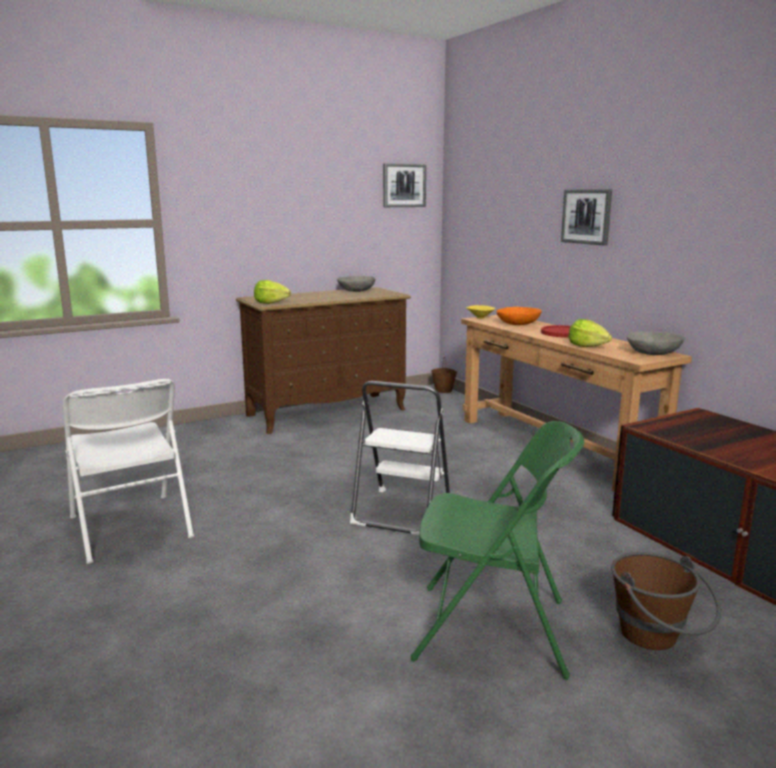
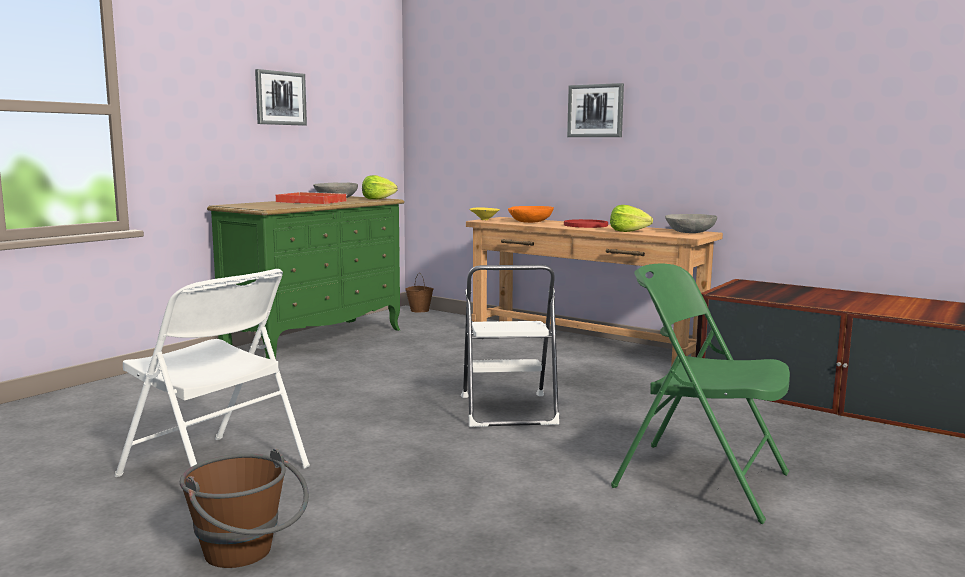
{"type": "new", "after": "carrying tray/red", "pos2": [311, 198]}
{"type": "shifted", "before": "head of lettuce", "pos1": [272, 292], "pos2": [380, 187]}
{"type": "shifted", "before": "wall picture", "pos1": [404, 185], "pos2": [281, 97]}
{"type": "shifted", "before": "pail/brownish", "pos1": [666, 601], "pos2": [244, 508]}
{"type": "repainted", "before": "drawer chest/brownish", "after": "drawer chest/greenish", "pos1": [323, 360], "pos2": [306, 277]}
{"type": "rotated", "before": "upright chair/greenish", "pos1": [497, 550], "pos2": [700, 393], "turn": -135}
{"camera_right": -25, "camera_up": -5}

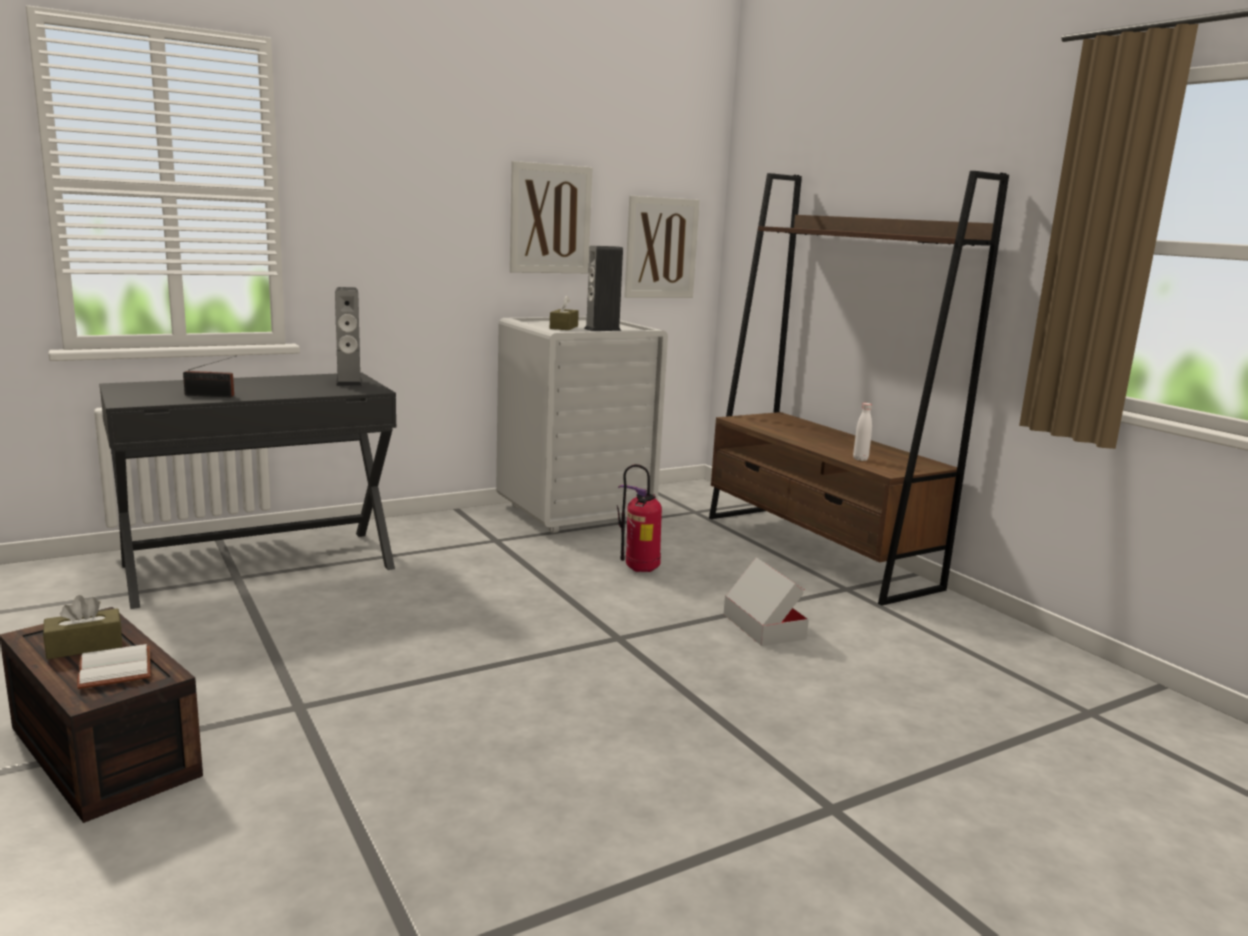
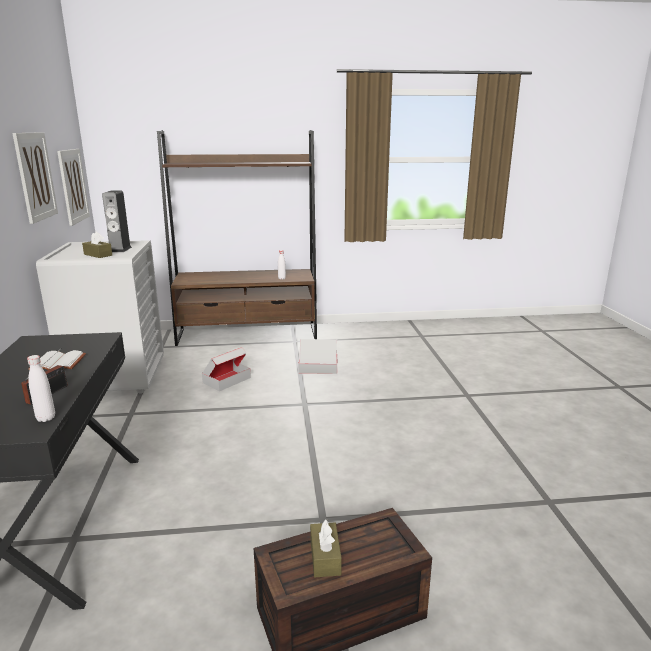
{"type": "gone", "before": "speaker", "pos1": [348, 336]}
{"type": "new", "after": "drink bottle/whitish", "pos2": [41, 388]}
{"type": "shifted", "before": "book/whitish", "pos1": [114, 666], "pos2": [57, 360]}
{"type": "swapped", "before": "extinguisher", "after": "packing box", "pos1": [639, 518], "pos2": [226, 369]}
{"camera_right": -65, "camera_up": 5}

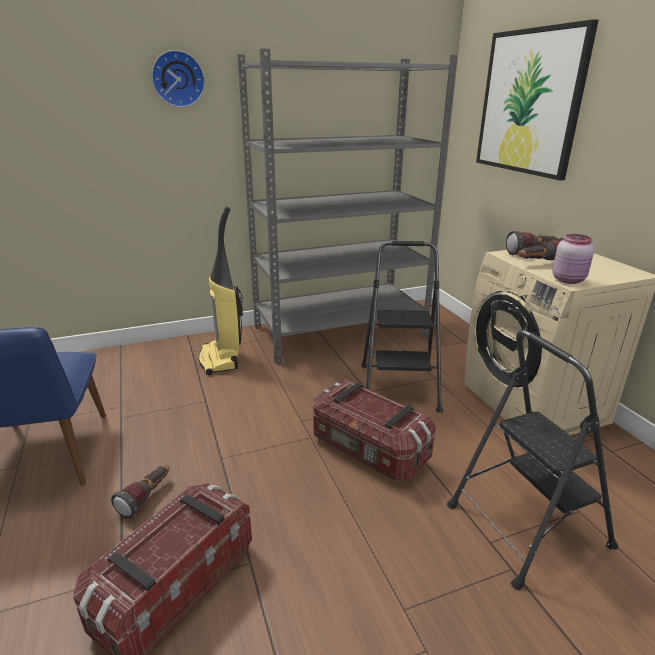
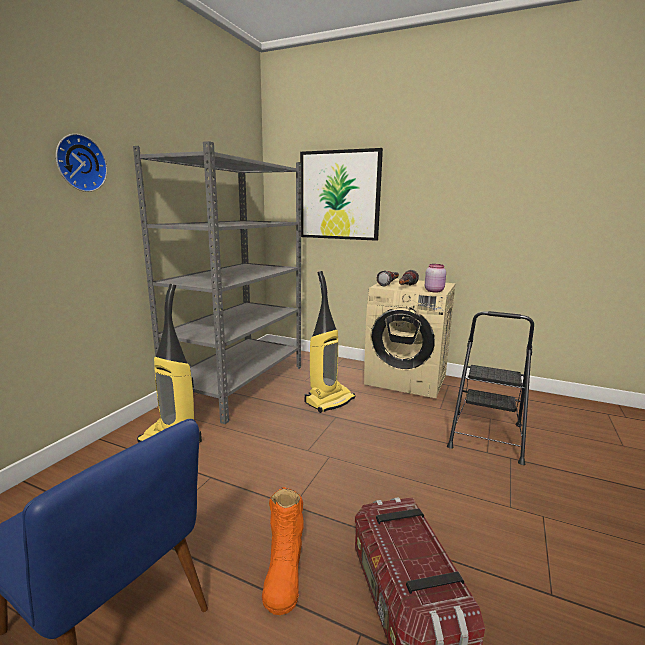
{"type": "gone", "before": "storage box", "pos1": [374, 430]}
{"type": "swapped", "before": "flashlight", "after": "high-top boot/orange-coloured", "pos1": [140, 492], "pos2": [283, 551]}
{"type": "swapped", "before": "stepladder/blackish", "after": "hoover", "pos1": [402, 327], "pos2": [330, 342]}
{"camera_right": -45, "camera_up": -10}

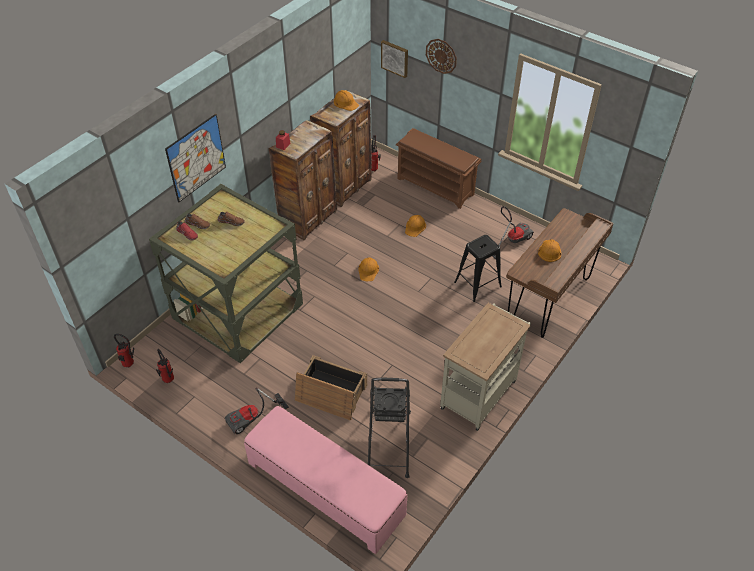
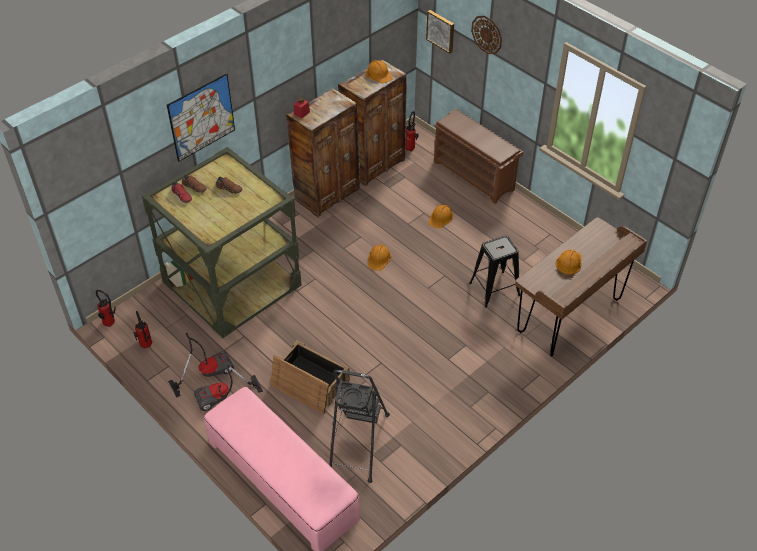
{"type": "gone", "before": "wheeled cart/sand-coloured", "pos1": [485, 367]}
{"type": "shifted", "before": "hoover", "pos1": [513, 232], "pos2": [201, 365]}
{"camera_right": 10, "camera_up": 0}

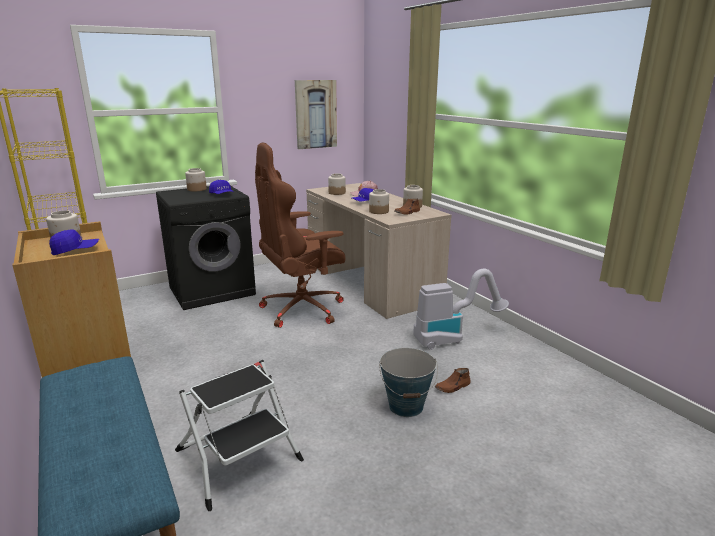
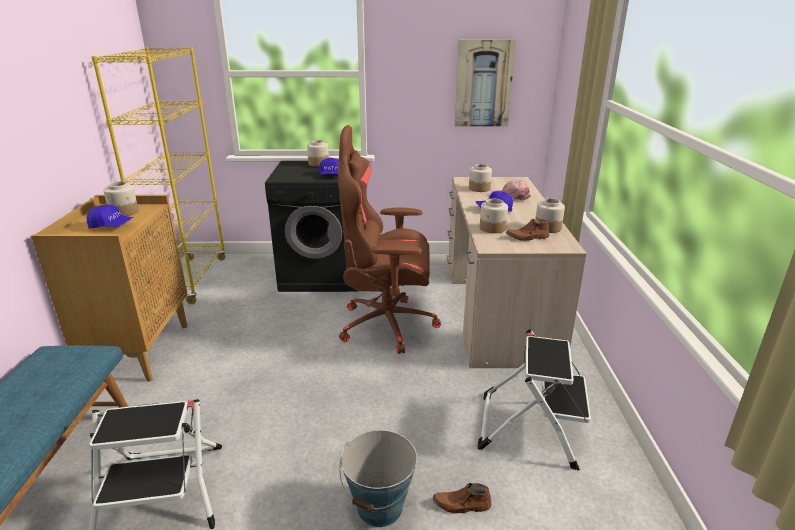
{"type": "swapped", "before": "hoover", "after": "stepladder", "pos1": [461, 309], "pos2": [534, 399]}
{"camera_right": 30, "camera_up": 5}

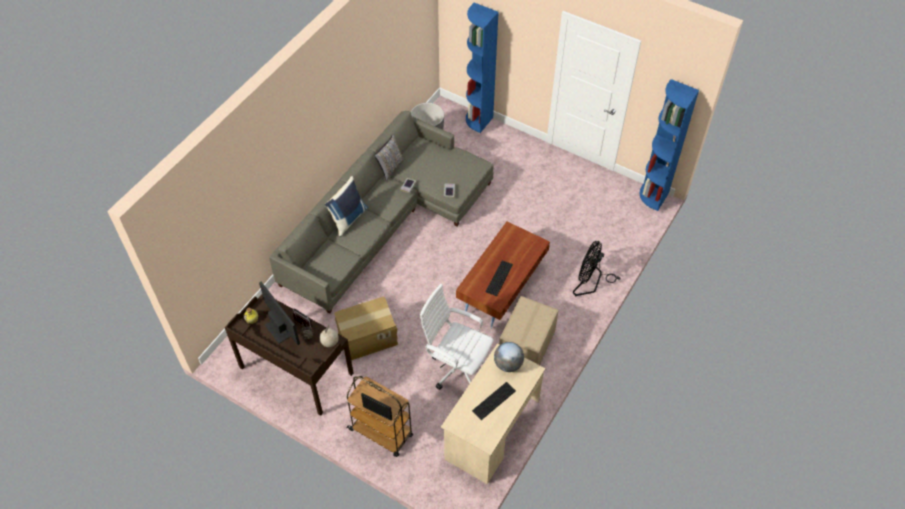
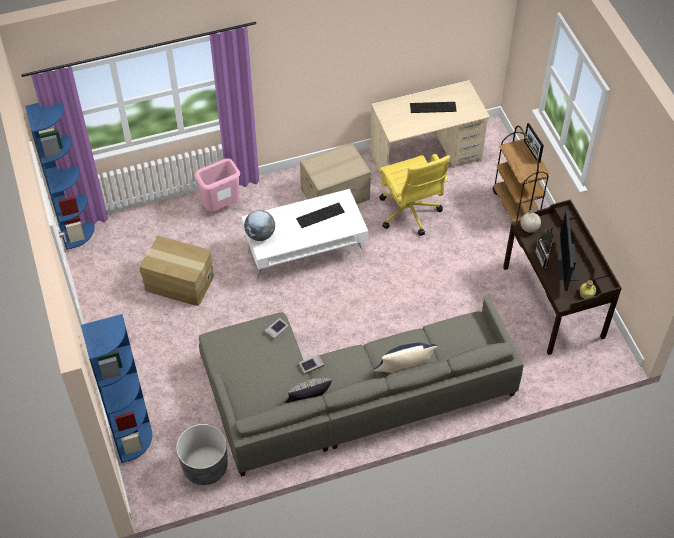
{"type": "shifted", "before": "packing box", "pos1": [366, 328], "pos2": [177, 271]}
{"type": "shifted", "before": "desk globe", "pos1": [509, 357], "pos2": [259, 225]}
{"type": "swapped", "before": "electric fan/blackish", "after": "trash can/pink-coloured", "pos1": [597, 269], "pos2": [217, 185]}
{"type": "repainted", "before": "computer chair/whitish", "after": "computer chair/yellow-coloured", "pos1": [457, 337], "pos2": [414, 195]}
{"type": "repainted", "before": "low table/brownish", "after": "low table/whitish", "pos1": [503, 275], "pos2": [304, 233]}
{"camera_right": -140, "camera_up": 0}

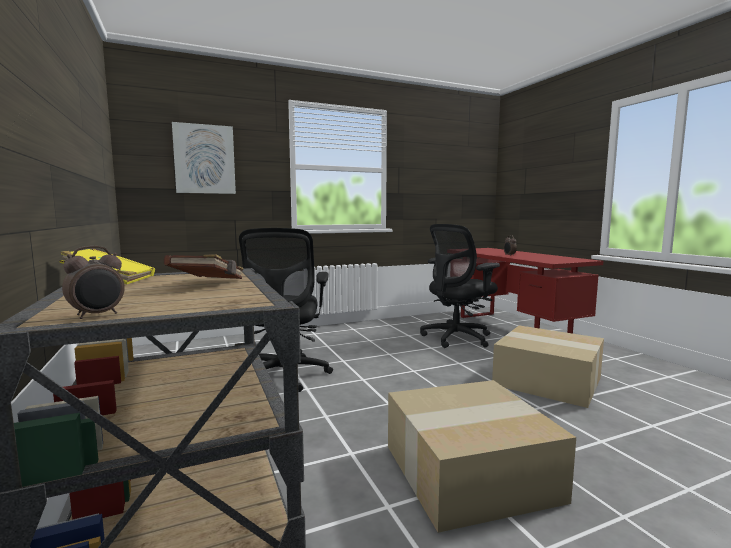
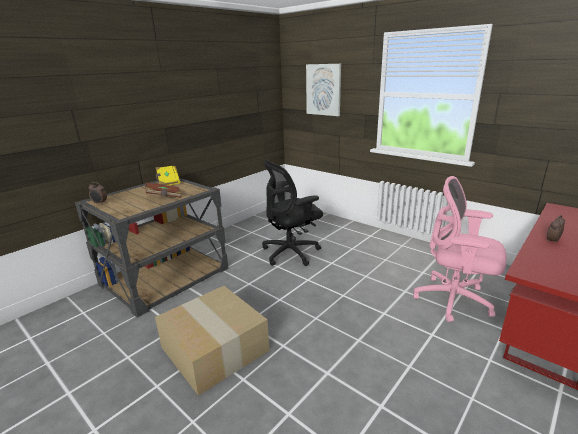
{"type": "gone", "before": "packing box", "pos1": [548, 366]}
{"type": "repainted", "before": "computer chair/blackish", "after": "computer chair/pink-coloured", "pos1": [460, 286], "pos2": [459, 249]}
{"camera_right": 65, "camera_up": 15}

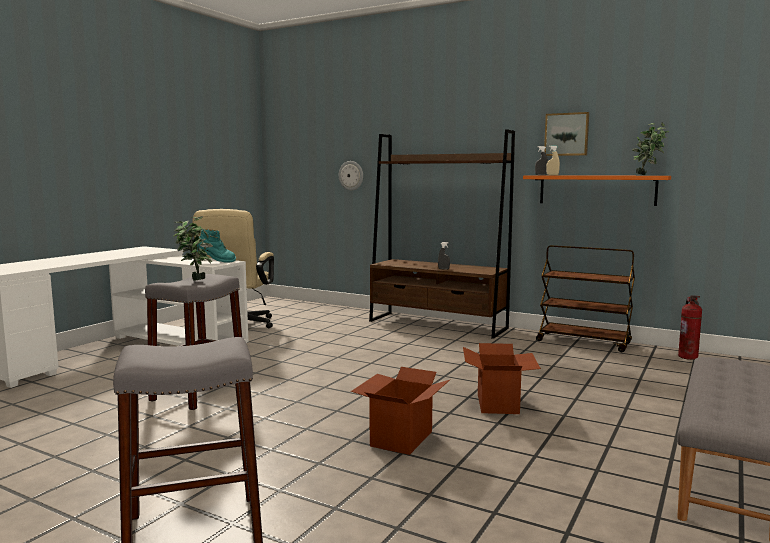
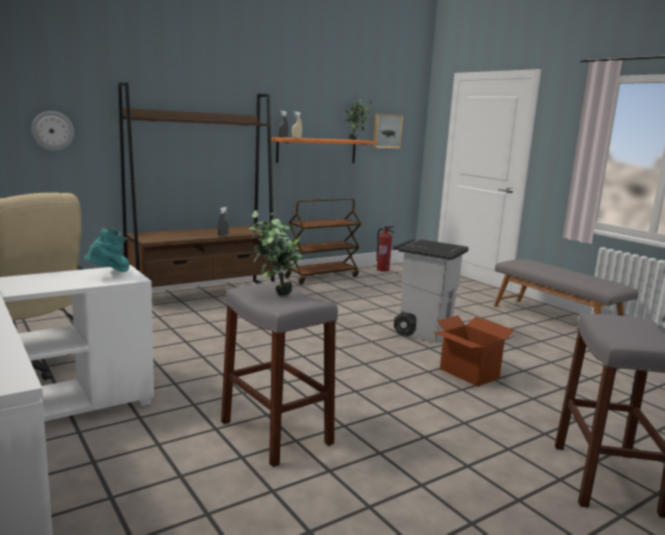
{"type": "shifted", "before": "wall picture", "pos1": [566, 134], "pos2": [388, 131]}
{"type": "swapped", "before": "packing box", "after": "trash can/greyish", "pos1": [502, 378], "pos2": [431, 291]}
{"camera_right": -65, "camera_up": 5}

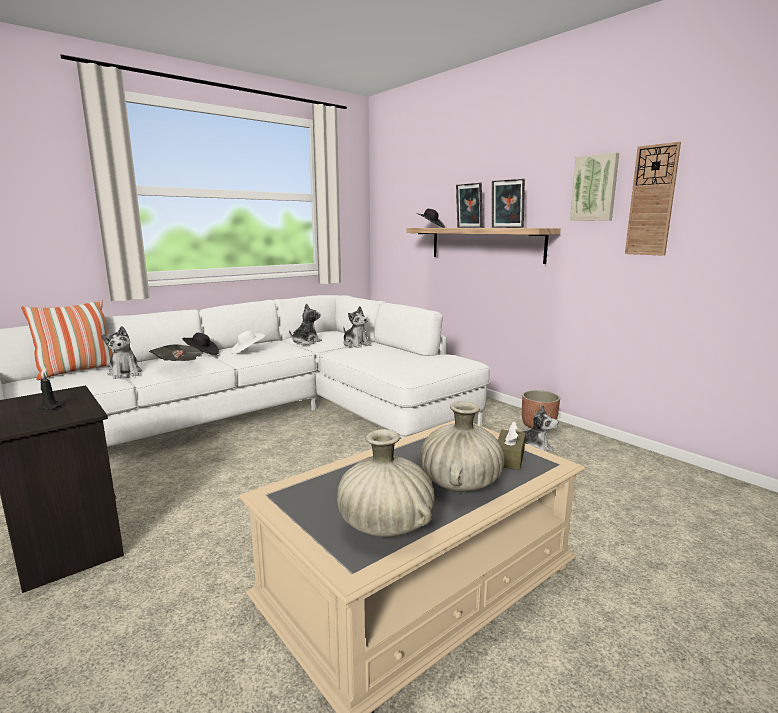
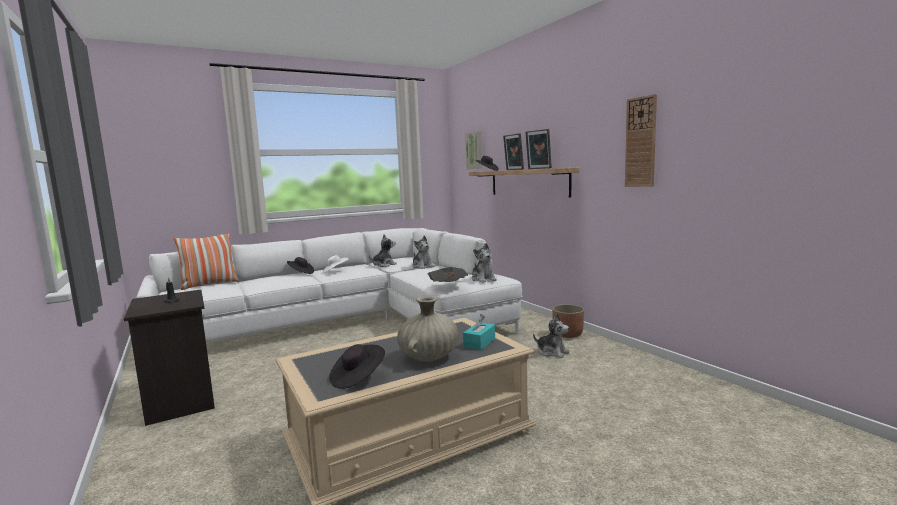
{"type": "shifted", "before": "plush toy", "pos1": [121, 352], "pos2": [484, 263]}
{"type": "shifted", "before": "daily paper", "pos1": [176, 352], "pos2": [447, 274]}
{"type": "shifted", "before": "wall picture", "pos1": [594, 187], "pos2": [473, 150]}
{"type": "swapped", "before": "decorative vase/sand-coloured", "after": "clothing hat/blackish", "pos1": [386, 483], "pos2": [357, 366]}
{"type": "repainted", "before": "tissue box/brownish", "after": "tissue box/turquoise", "pos1": [512, 445], "pos2": [479, 332]}
{"camera_right": 10, "camera_up": -5}

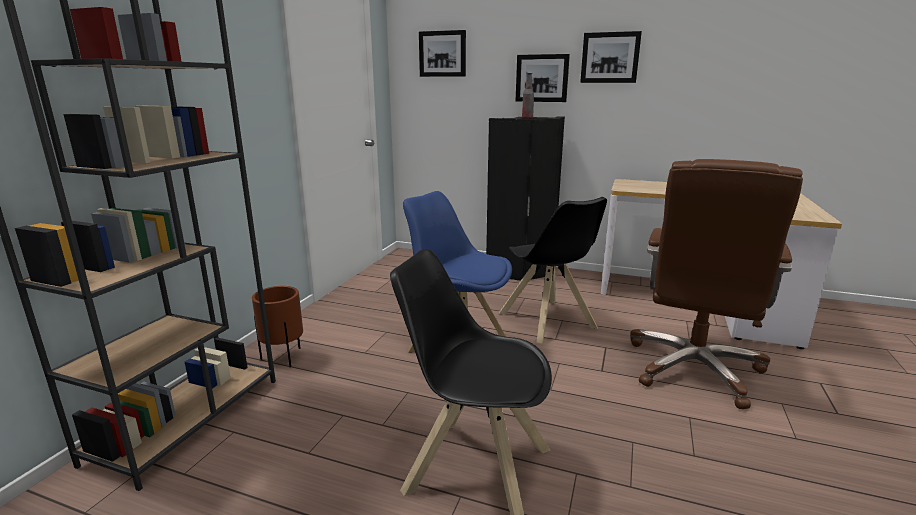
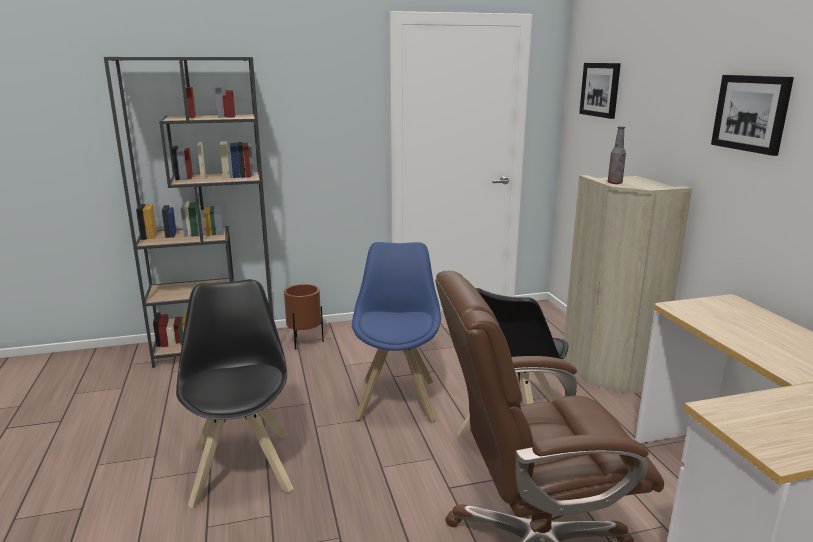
{"type": "gone", "before": "wall picture", "pos1": [543, 78]}
{"type": "repainted", "before": "cupboard/blackish", "after": "cupboard/sand-coloured", "pos1": [525, 198], "pos2": [627, 284]}
{"camera_right": 55, "camera_up": 0}

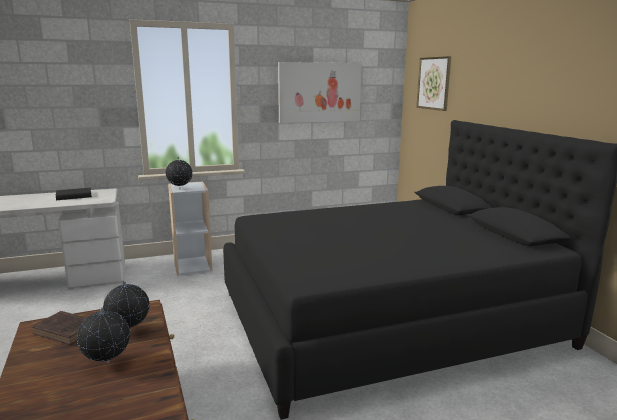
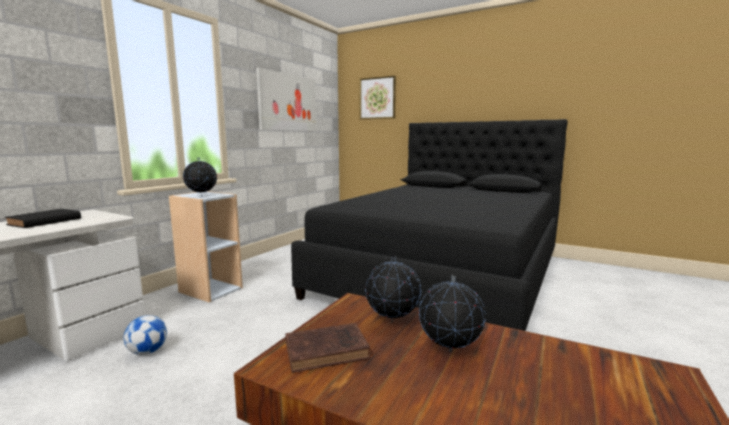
{"type": "new", "after": "ball for football", "pos2": [145, 335]}
{"camera_right": -40, "camera_up": -5}

